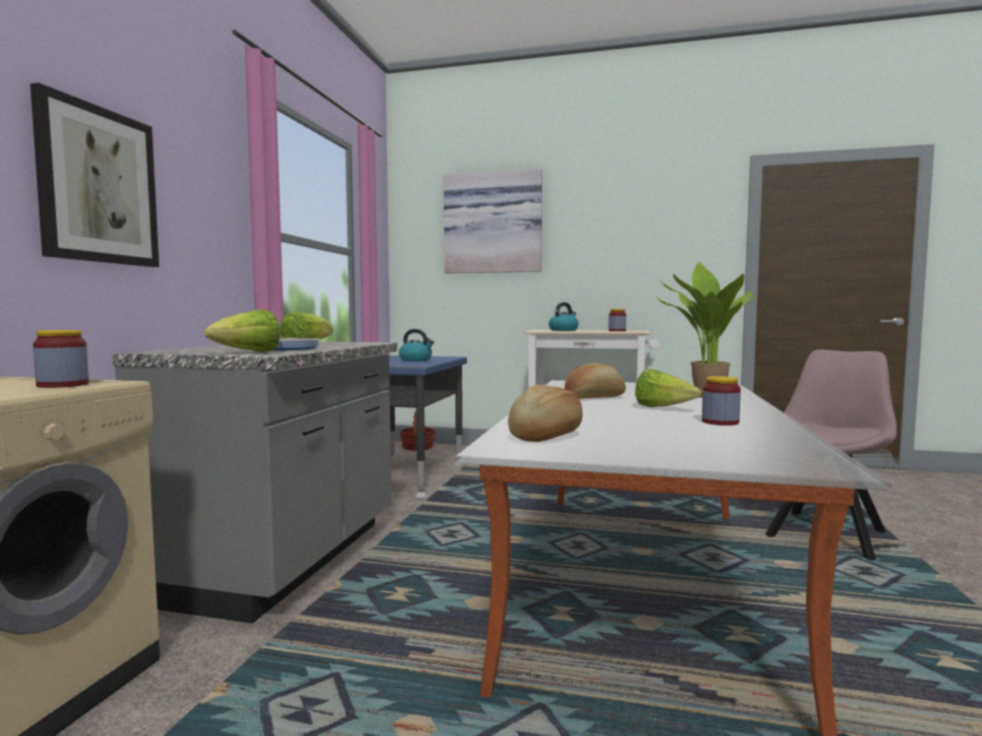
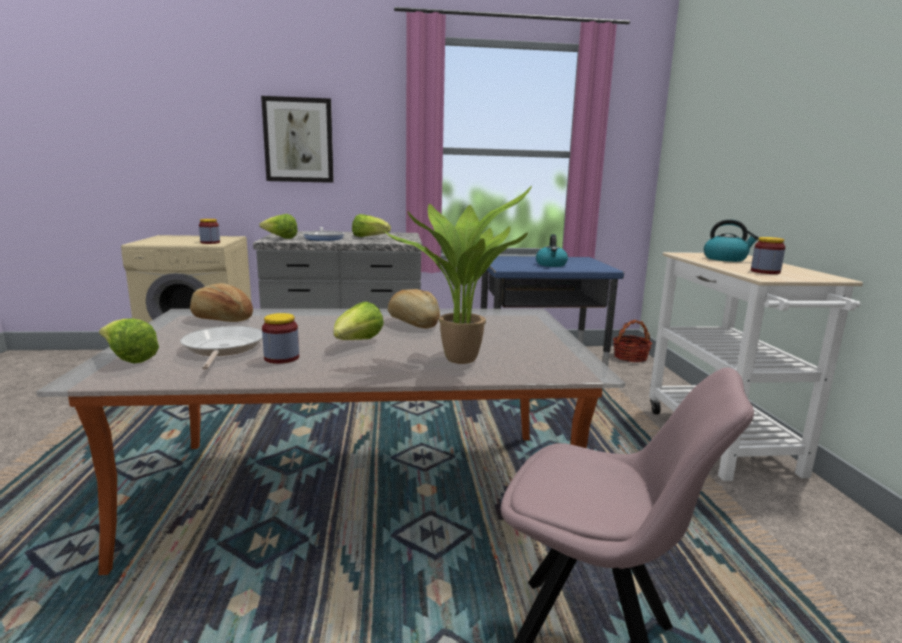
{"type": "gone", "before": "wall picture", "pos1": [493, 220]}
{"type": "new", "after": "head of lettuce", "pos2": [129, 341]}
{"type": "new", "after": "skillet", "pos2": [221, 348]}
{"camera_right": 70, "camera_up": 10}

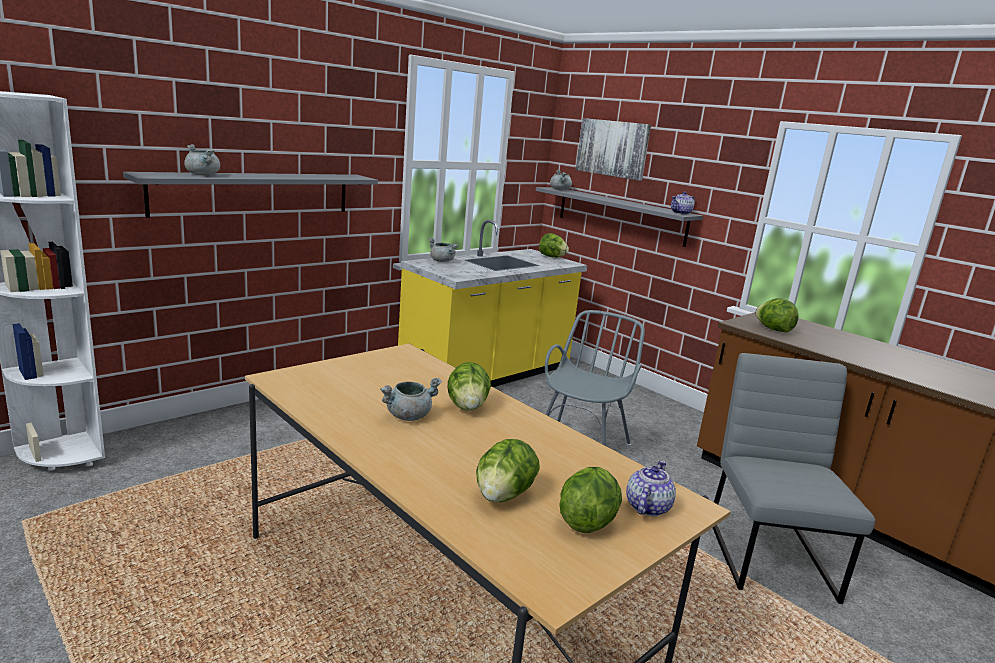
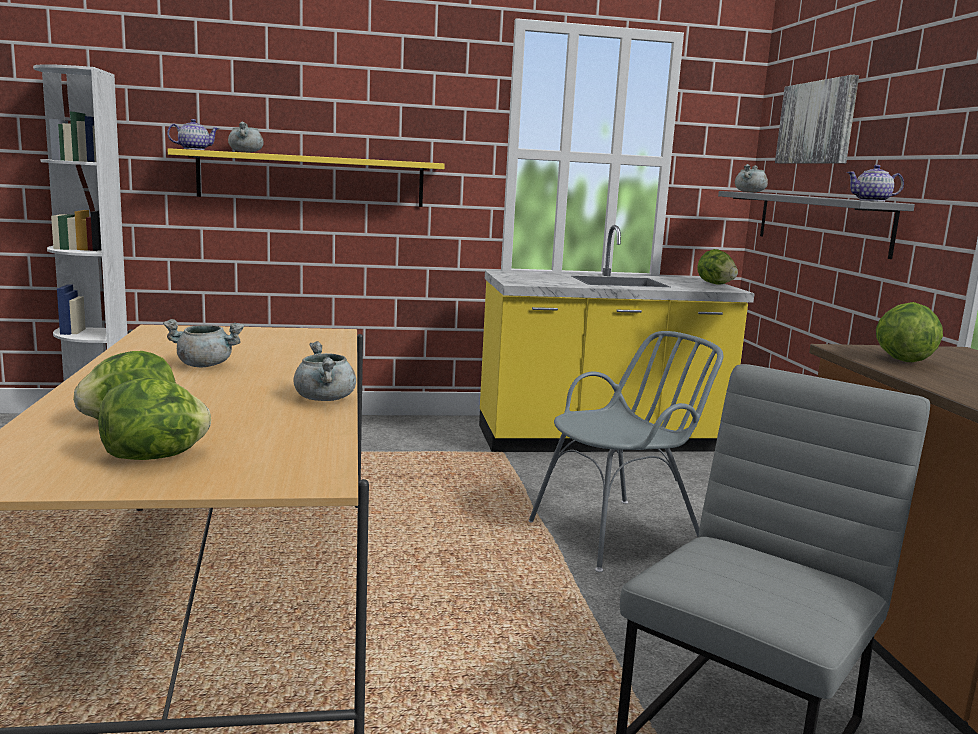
{"type": "gone", "before": "head of lettuce", "pos1": [469, 386]}
{"type": "shifted", "before": "saucepot/greyish", "pos1": [443, 250], "pos2": [325, 371]}
{"type": "shifted", "before": "tea pot", "pos1": [651, 488], "pos2": [193, 134]}
{"type": "repainted", "before": "wall shelf/greyish", "after": "wall shelf/yellow-coloured", "pos1": [250, 195], "pos2": [306, 177]}
{"camera_right": 35, "camera_up": -5}

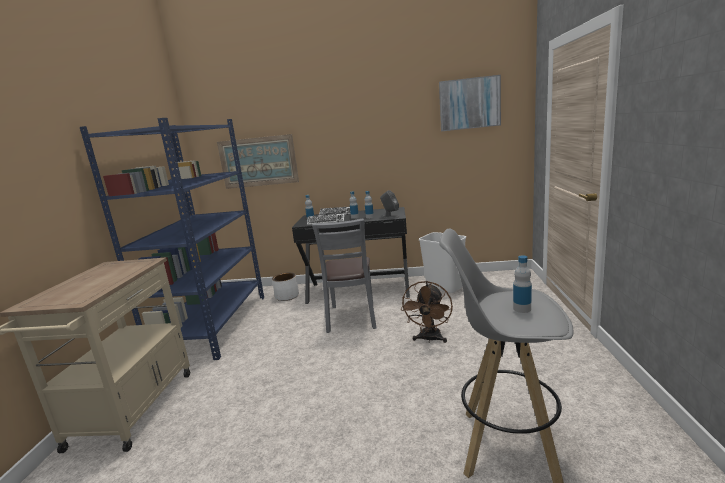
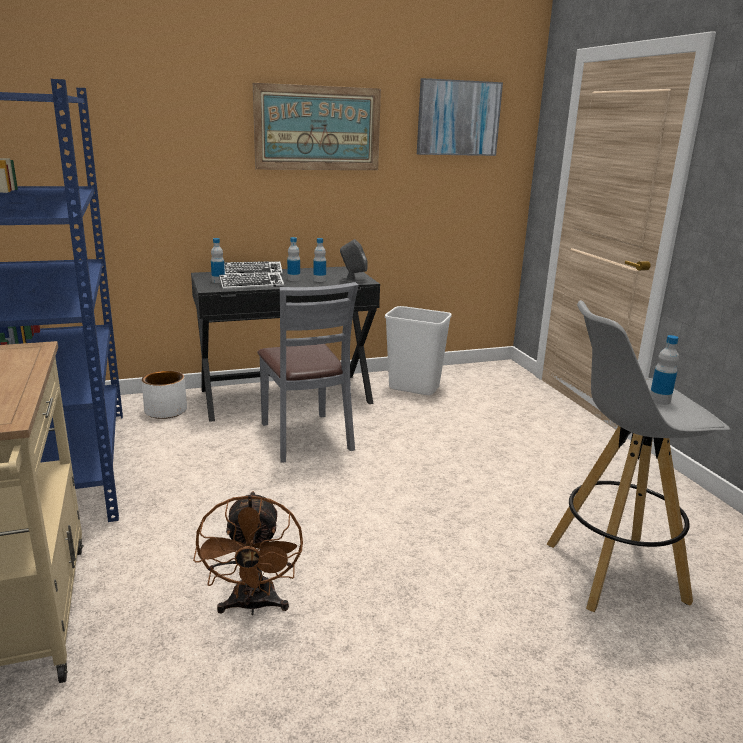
{"type": "shifted", "before": "wall picture", "pos1": [258, 161], "pos2": [317, 126]}
{"type": "shifted", "before": "electric fan/brownish", "pos1": [427, 312], "pos2": [248, 553]}
{"camera_right": -25, "camera_up": 5}

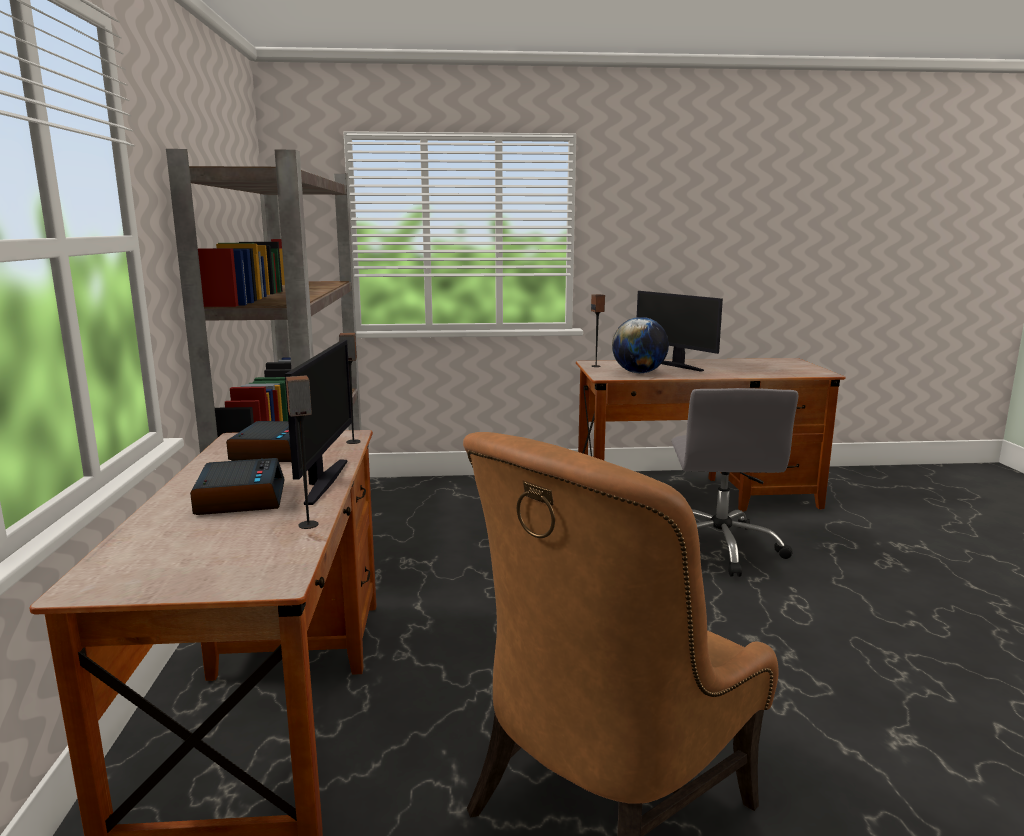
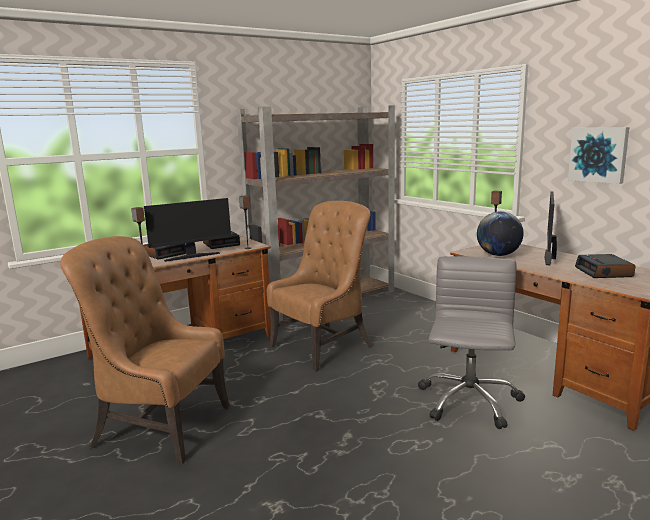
{"type": "new", "after": "upright chair/brownish", "pos2": [319, 286]}
{"type": "new", "after": "wall picture", "pos2": [598, 155]}
{"type": "new", "after": "table clock", "pos2": [605, 266]}
{"type": "rotated", "before": "computer chair/greyish", "pos1": [735, 482], "pos2": [471, 342], "turn": 135}
{"camera_right": 60, "camera_up": 0}

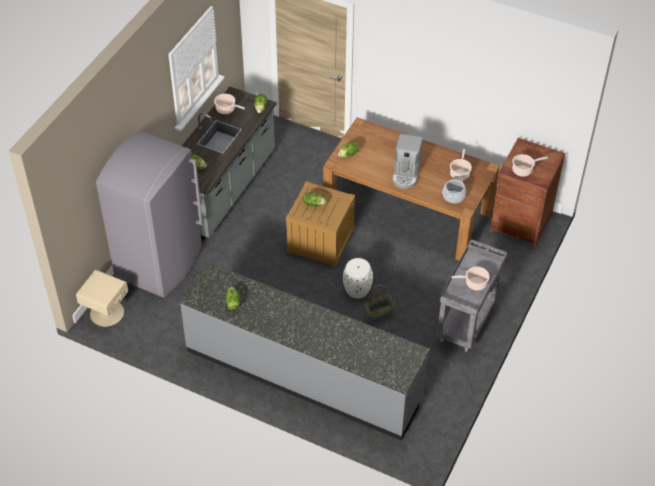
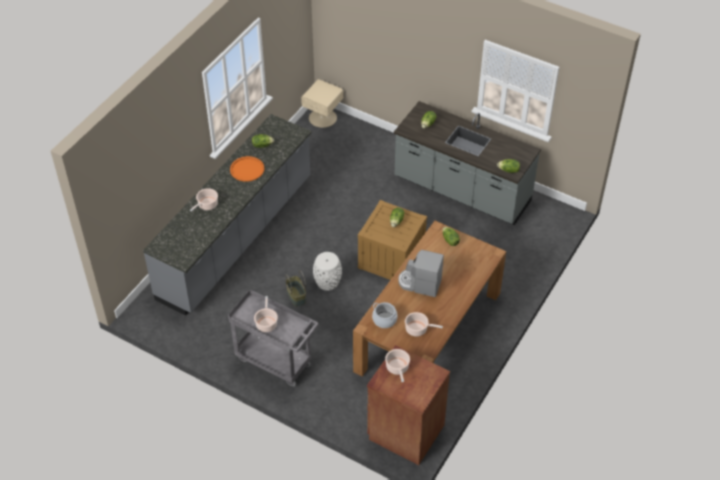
{"type": "gone", "before": "refrigerator/greyish", "pos1": [149, 214]}
{"type": "new", "after": "carrying tray/orange-coloured", "pos2": [247, 169]}
{"type": "shifted", "before": "saucepot", "pos1": [229, 104], "pos2": [204, 199]}
{"camera_right": 95, "camera_up": 0}

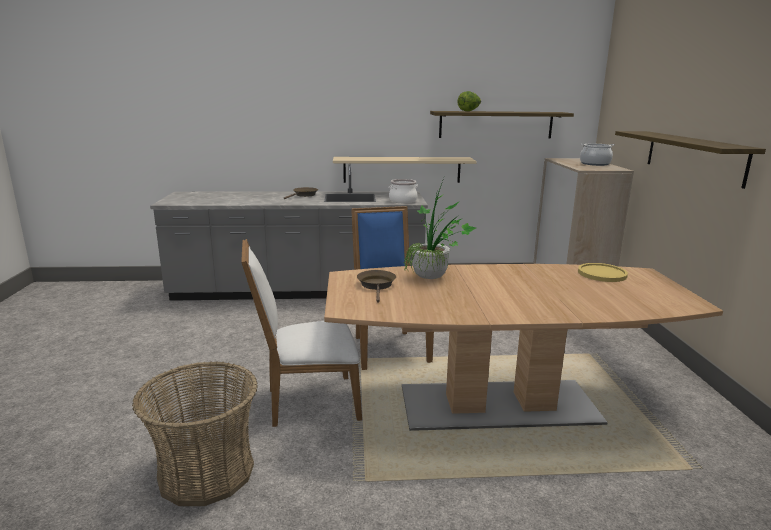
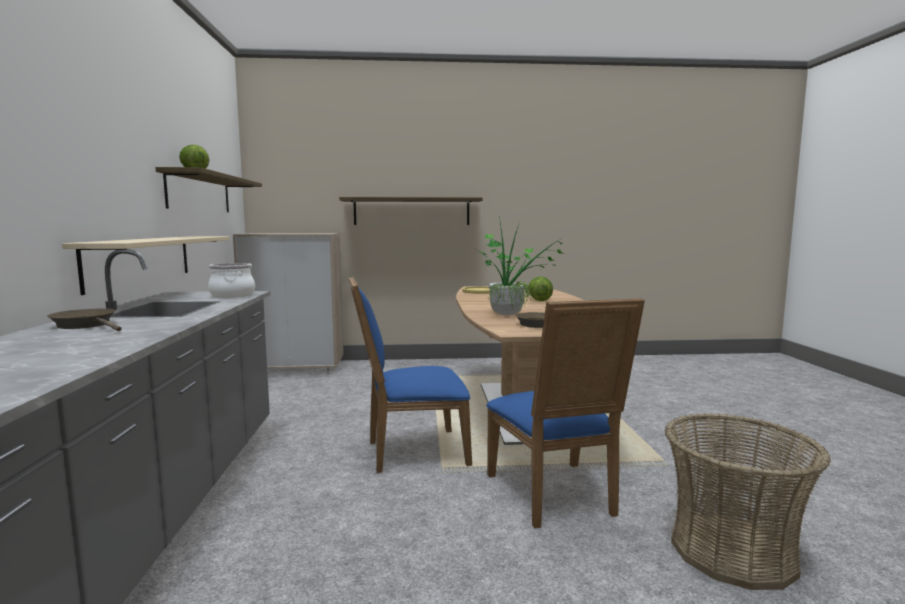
{"type": "gone", "before": "saucepot", "pos1": [597, 155]}
{"type": "new", "after": "head of lettuce", "pos2": [540, 288]}
{"type": "repainted", "before": "upright chair/whitish", "after": "upright chair/blue", "pos1": [301, 333], "pos2": [566, 413]}
{"camera_right": -90, "camera_up": -10}

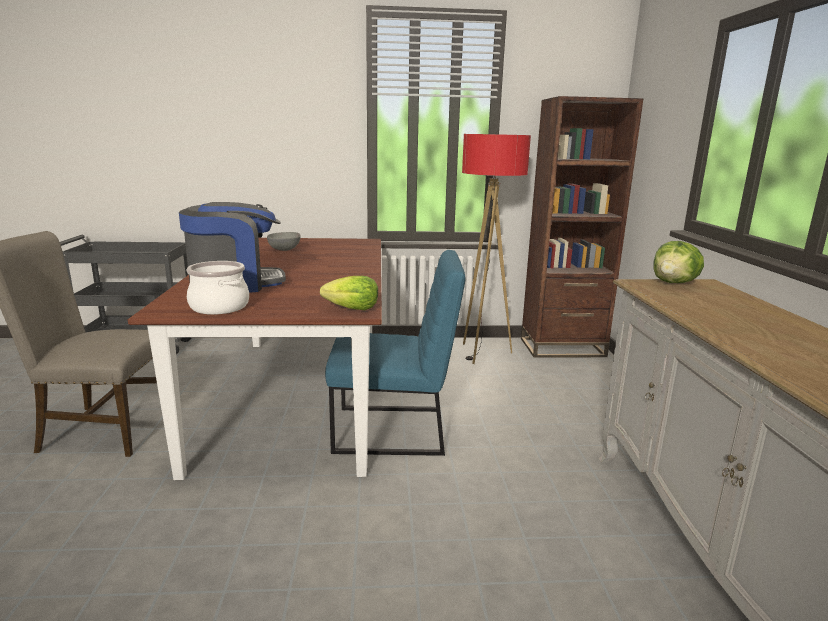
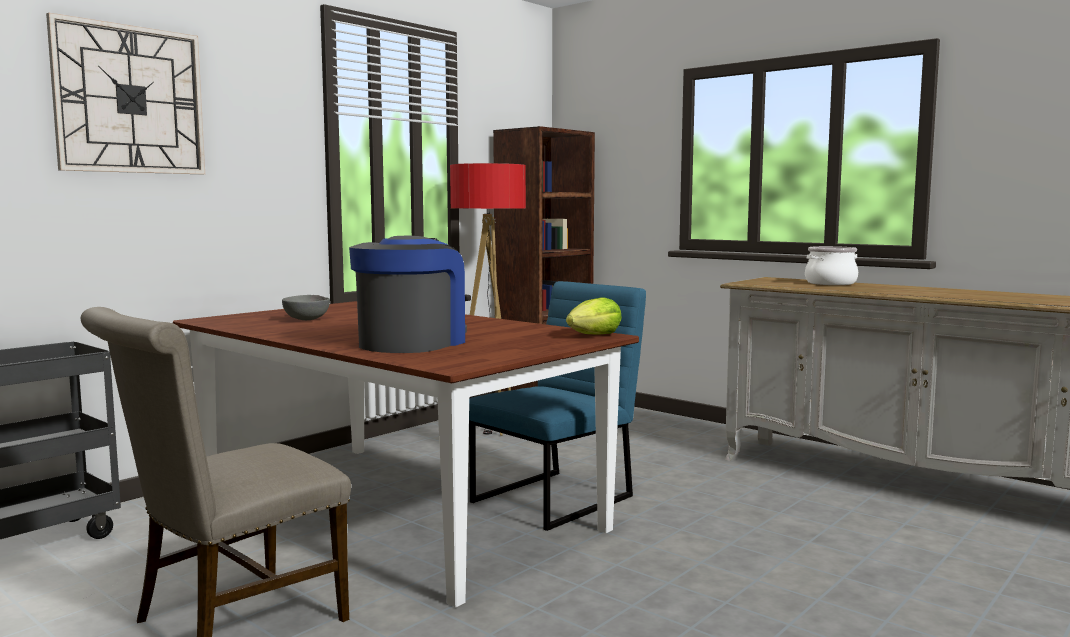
{"type": "gone", "before": "head of lettuce", "pos1": [678, 262]}
{"type": "new", "after": "wall clock", "pos2": [125, 93]}
{"type": "shifted", "before": "saucepot", "pos1": [218, 288], "pos2": [831, 265]}
{"camera_right": -45, "camera_up": -10}

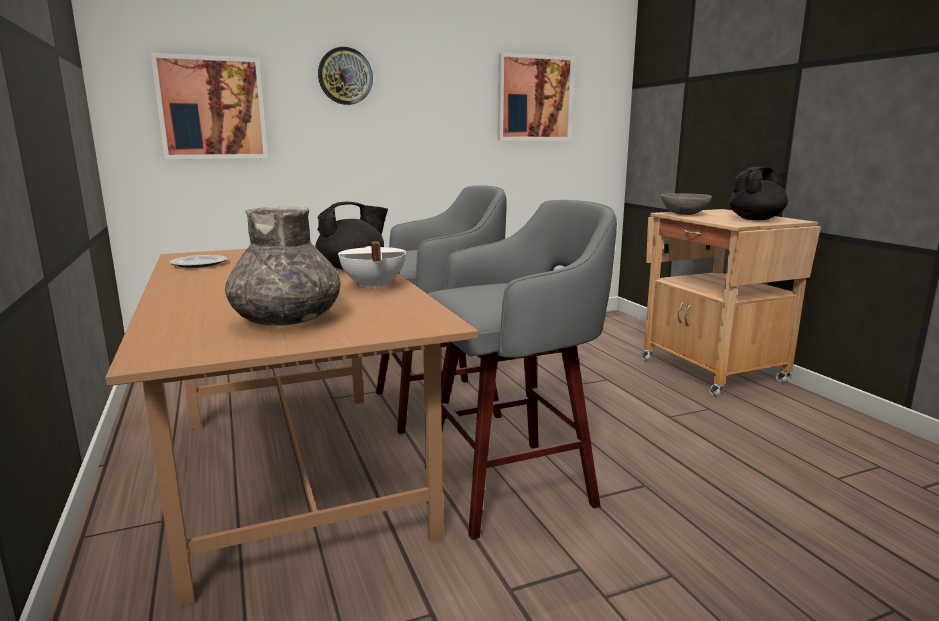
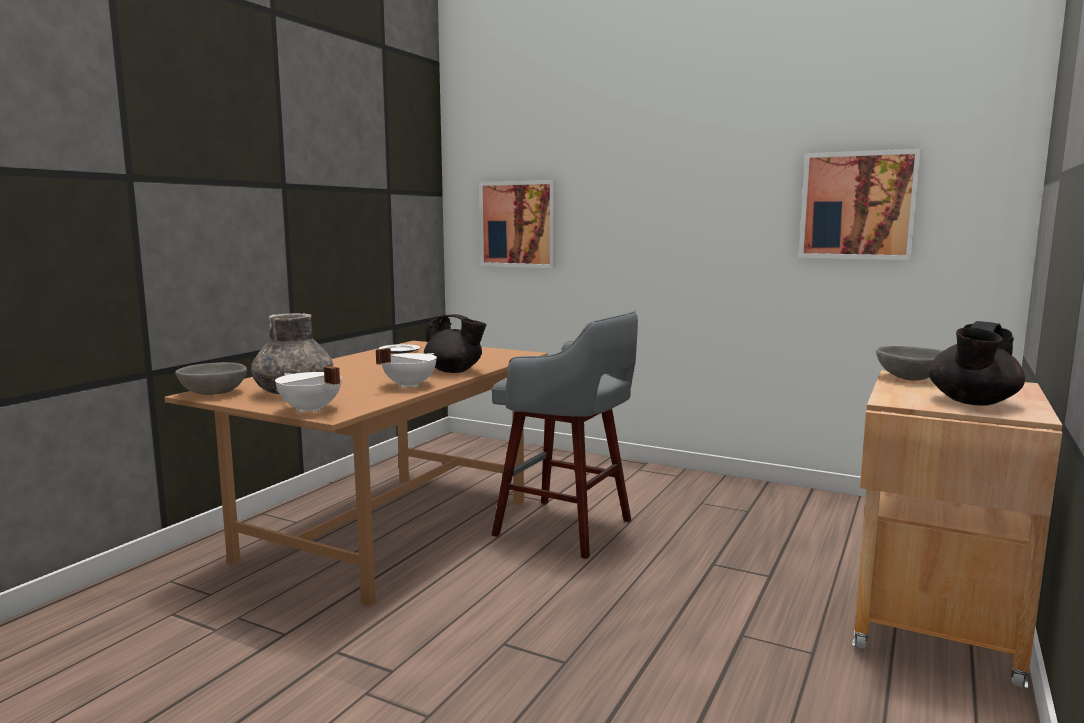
{"type": "gone", "before": "wall clock", "pos1": [345, 76]}
{"type": "gone", "before": "sitting stool/greyish", "pos1": [521, 370]}
{"type": "new", "after": "bowl/greyish", "pos2": [211, 378]}
{"type": "new", "after": "saucepot/whitish", "pos2": [308, 389]}
{"type": "rotated", "before": "tea pot/blackish", "pos1": [758, 193], "pos2": [976, 363], "turn": 105}
{"camera_right": 50, "camera_up": -5}

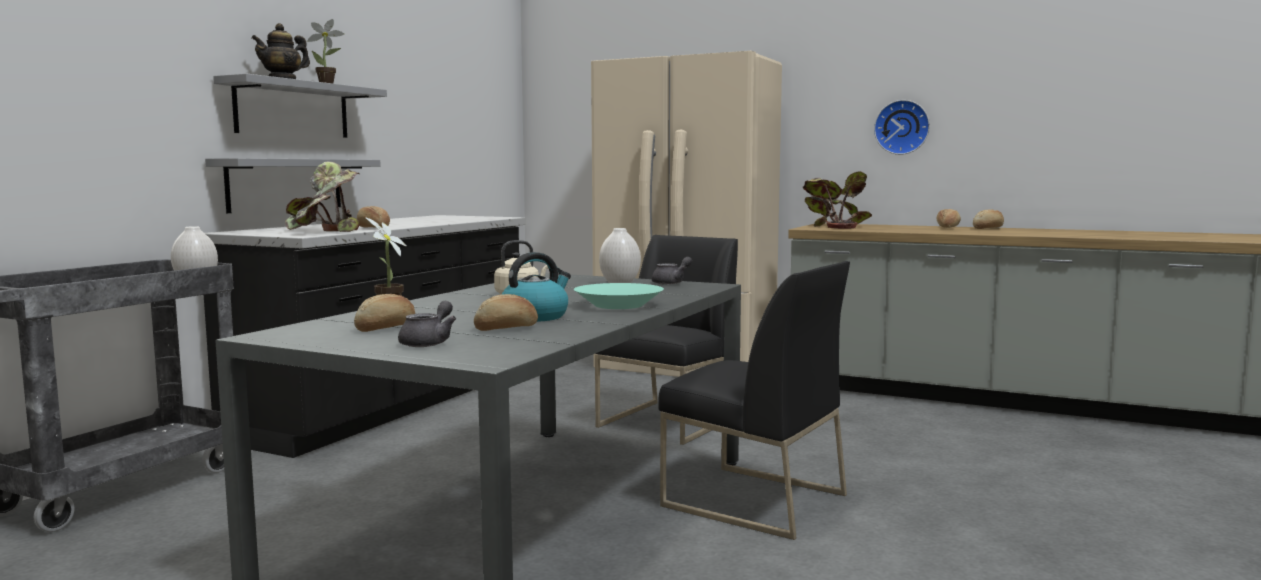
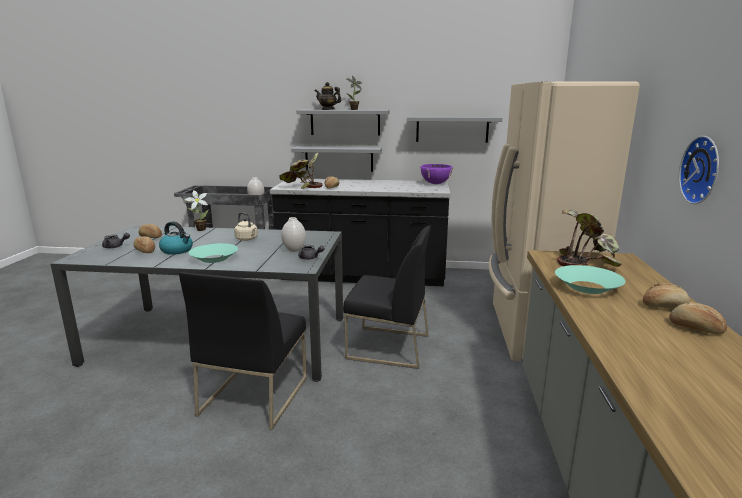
{"type": "new", "after": "wall shelf/greyish", "pos2": [454, 129]}
{"type": "new", "after": "saucepot/purplish", "pos2": [436, 174]}
{"type": "new", "after": "bowl/turquoise", "pos2": [590, 279]}
{"camera_right": 70, "camera_up": 10}

